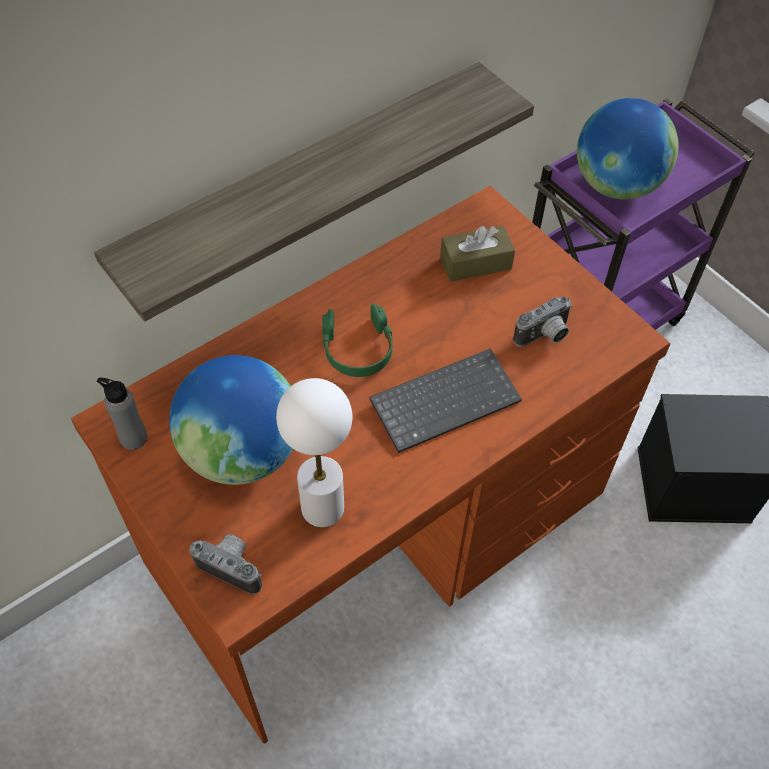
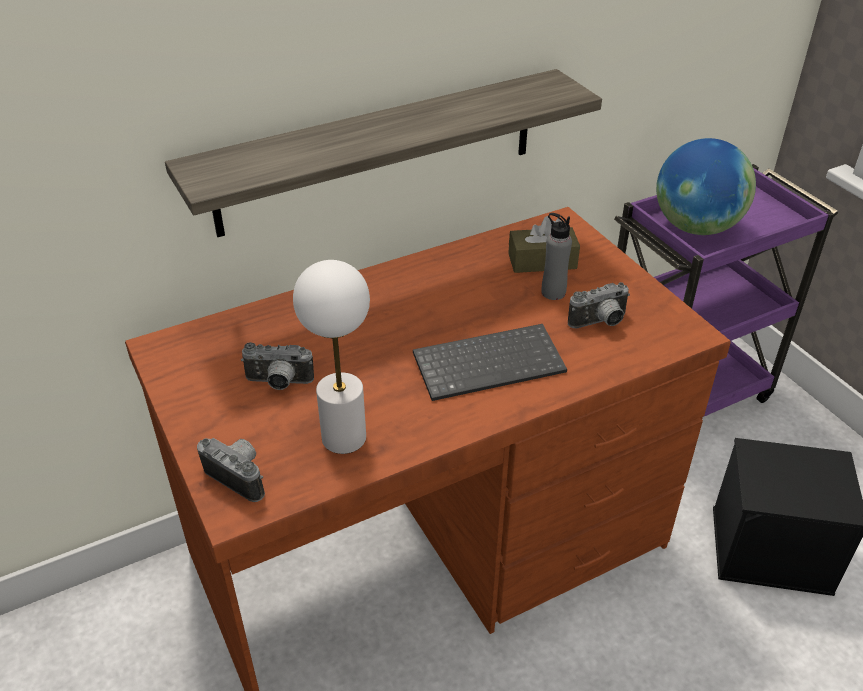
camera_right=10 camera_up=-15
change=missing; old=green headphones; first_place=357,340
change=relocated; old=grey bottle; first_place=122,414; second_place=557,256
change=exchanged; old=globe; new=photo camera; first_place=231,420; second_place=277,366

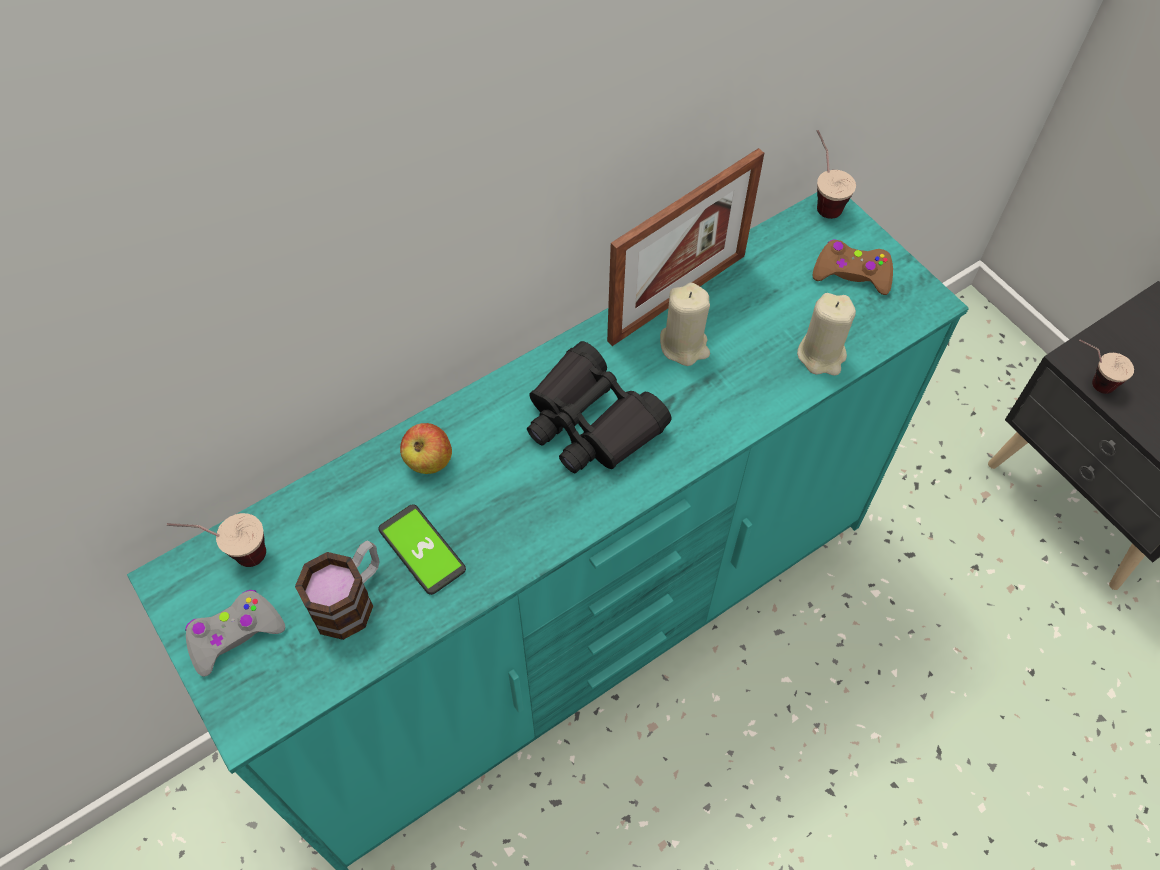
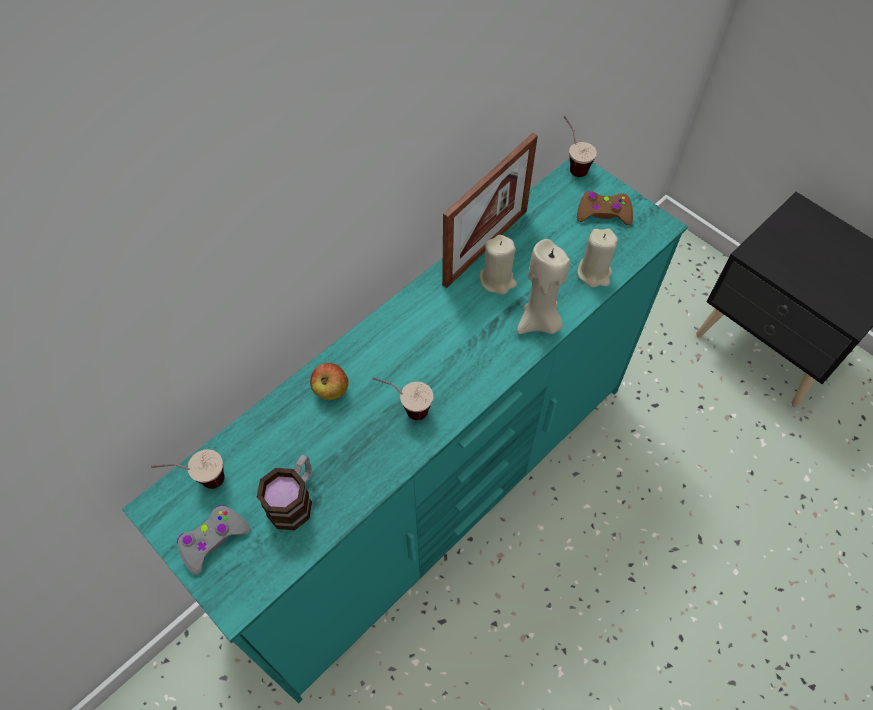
camera_right=-10 camera_up=0
change=missing; old=phone; first_place=422,549
change=missing; old=black binoculars; first_place=599,407
change=appeared; new=beige candle; second_place=543,286
change=relocated; old=cup; first_place=1106,367; second_place=402,398

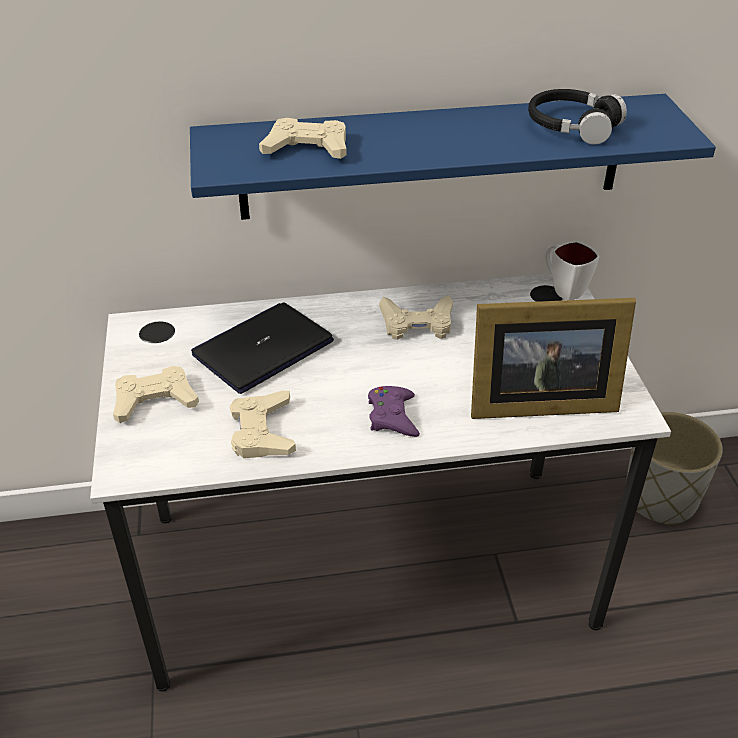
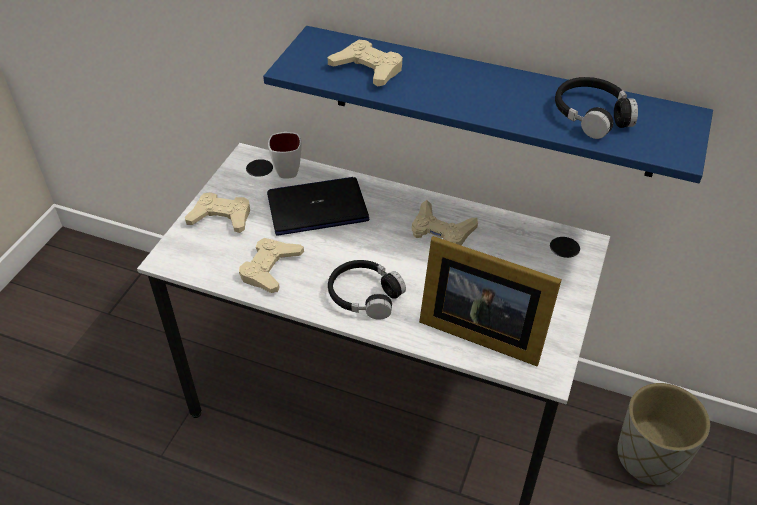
camera_right=30 camera_up=5
change=relocated; old=white mug; first_place=572,270; second_place=285,155
change=exchanged; old=purple game controller; new=black headphones; first_place=394,411; second_place=367,290

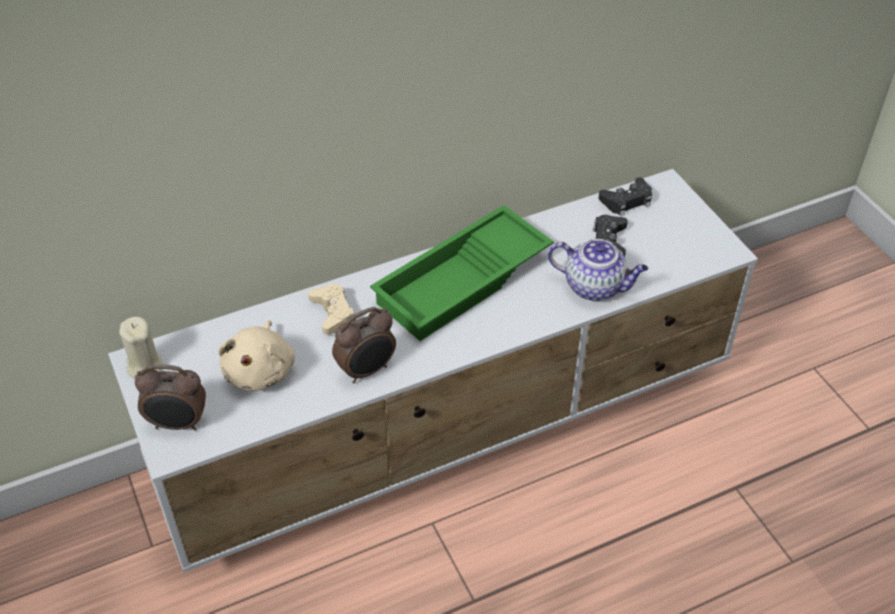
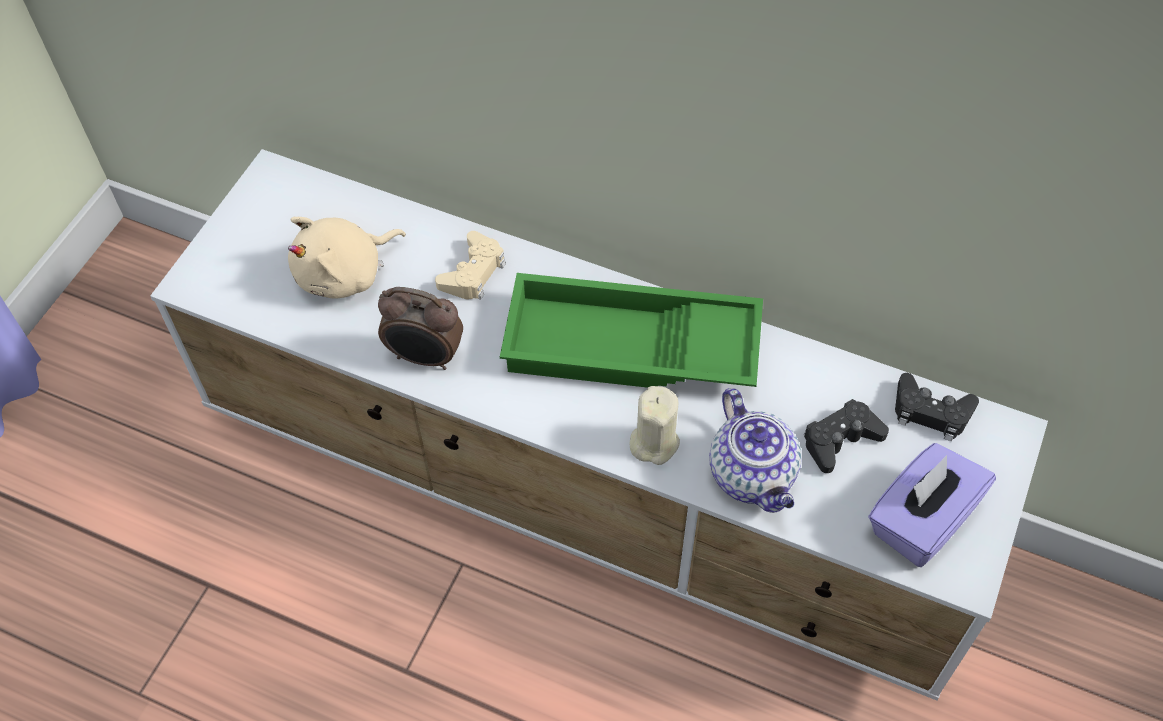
camera_right=50 camera_up=10
change=missing; old=alarm clock; first_place=170,398
change=appeared; new=purple tissue box; second_place=932,505
change=relocated; old=beige candle; first_place=140,348; second_place=655,425

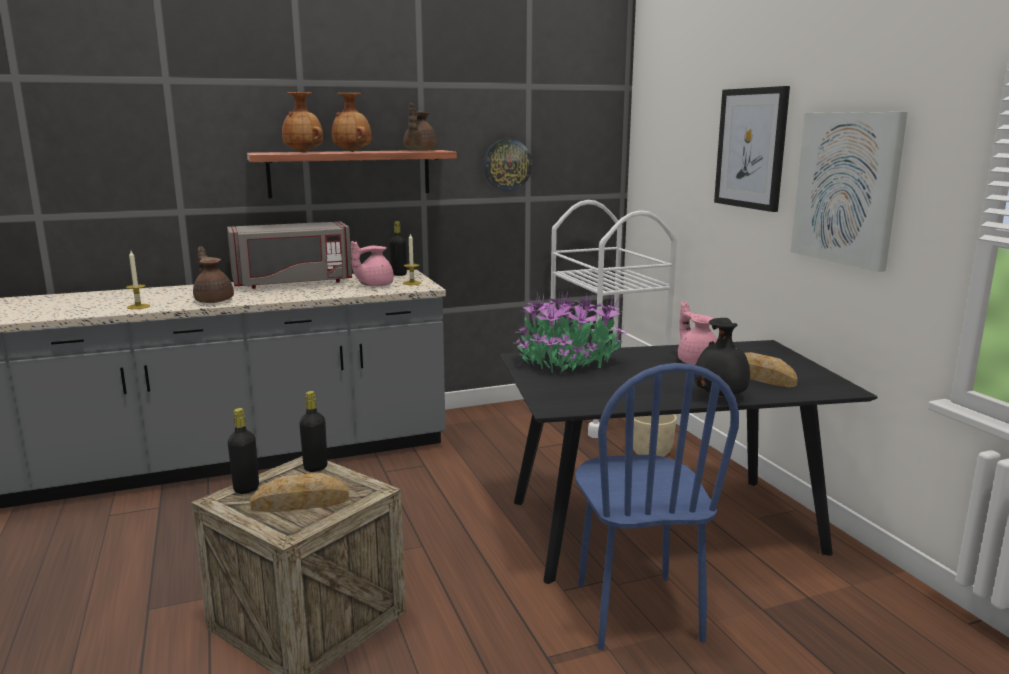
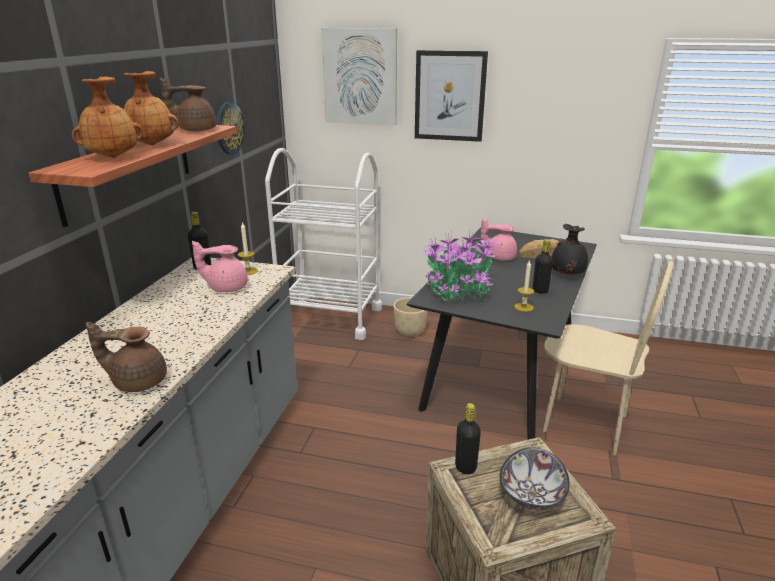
camera_right=-55 camera_up=10
change=missing; old=grey microwave; first_place=289,255
change=relocated; old=candle; first_place=138,280; second_place=524,286
change=relocated; old=black bottle; first_place=243,451; second_place=543,266
change=relocated; old=picture; first_place=849,192; second_place=359,76
change=exchanged; old=bread; new=bowl; first_place=299,492; second_place=534,478
change=colour; old=blue chair; new=beige chair; first_place=657,506; second_place=608,358
change=spun; old=pink teapot; first_place=372,264; second_place=220,266; degrees=90
change=spun; old=brown teapot; first_place=420,127; second_place=188,104; degrees=120

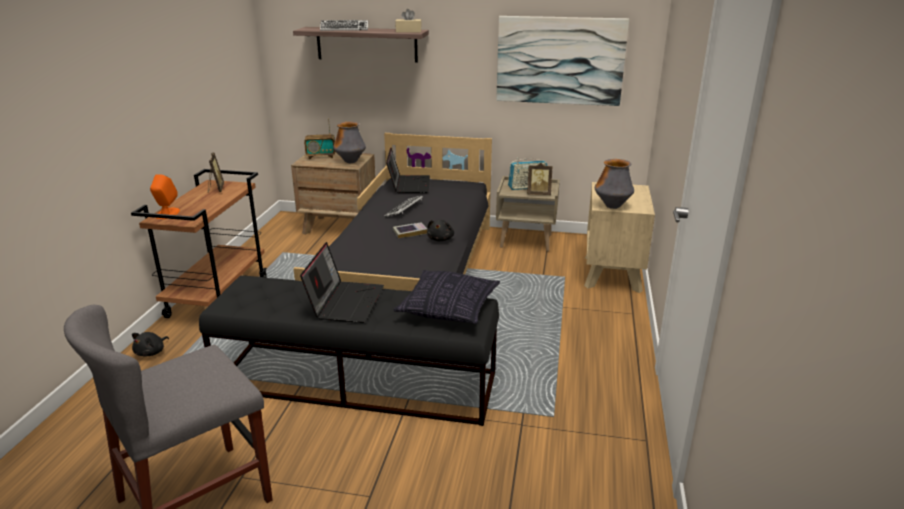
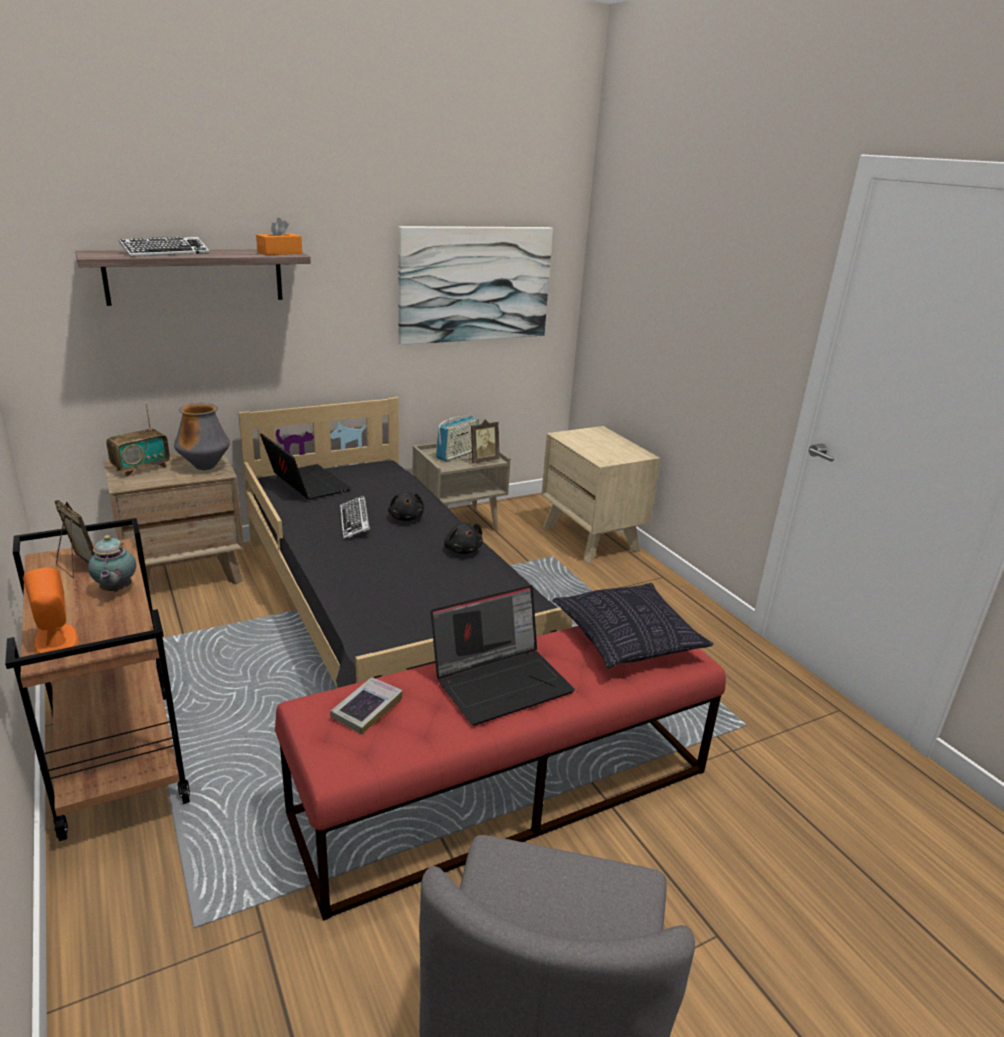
camera_right=-40 camera_up=0
change=missing; old=vase; first_place=614,184
change=appeared; new=teapot; second_place=112,563
change=relocated; old=black plush toy; first_place=150,344; second_place=406,506
change=relocated; old=book; first_place=410,230; second_place=366,706
change=colour; old=black bench; new=red bench; first_place=349,350; second_place=500,773
change=colour; old=beige tissue box; new=orange tissue box; first_place=408,20; second_place=279,236
change=spun; old=laptop; first_place=342,282; second_place=502,655; degrees=90

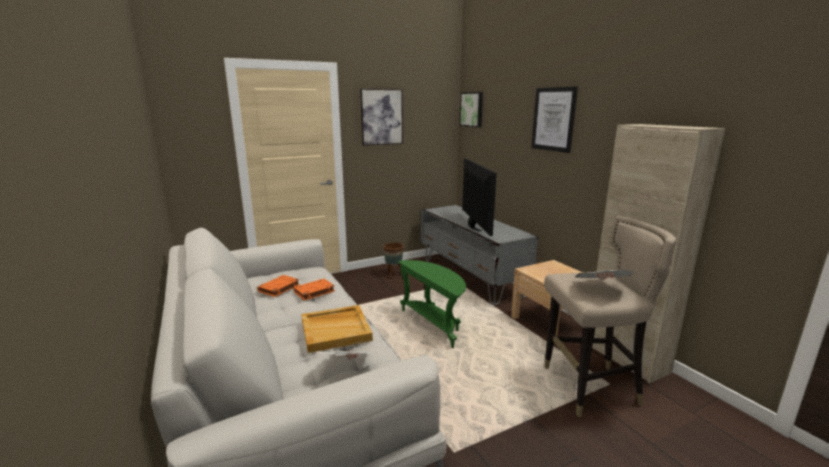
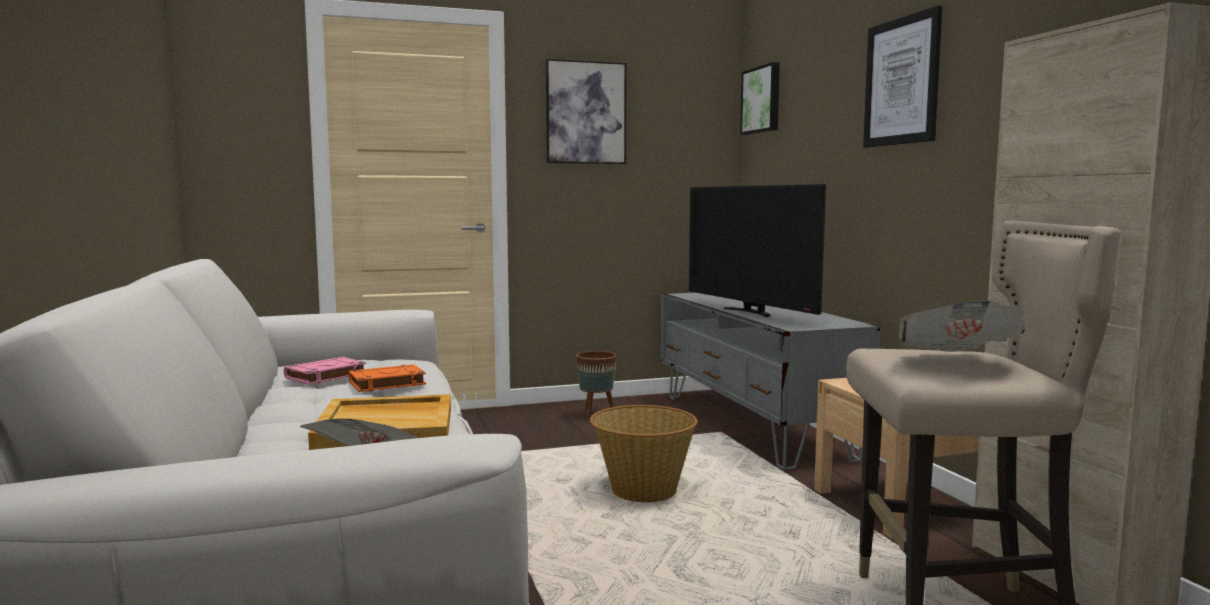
camera_right=10 camera_up=-10
change=exchanged; old=green side table; new=basket; first_place=432,304; second_place=643,453
change=colour; old=orange book; new=pink book; first_place=278,286; second_place=325,371
change=spun; old=television; first_place=479,197; second_place=757,250; degrees=150

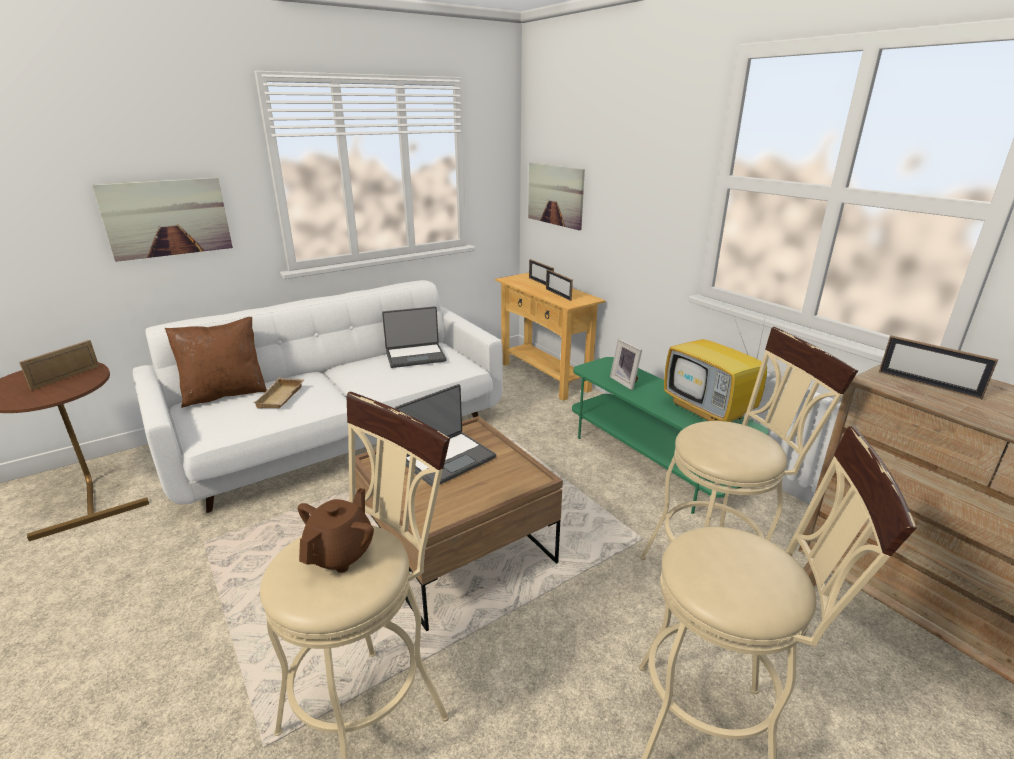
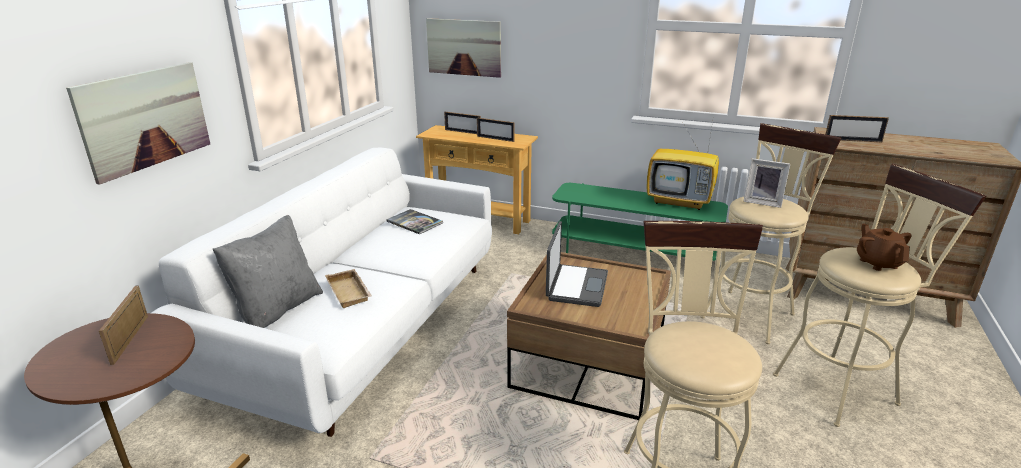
camera_right=-35 camera_up=0
change=relocated; old=brown teapot; first_place=336,530; second_place=884,247
change=relocated; old=picture frame; first_place=626,364; second_place=766,183
change=exchanged; old=laptop; new=book; first_place=414,337; second_place=414,221
change=colour; old=brown pillow; new=grey pillow; first_place=216,362; second_place=268,271

